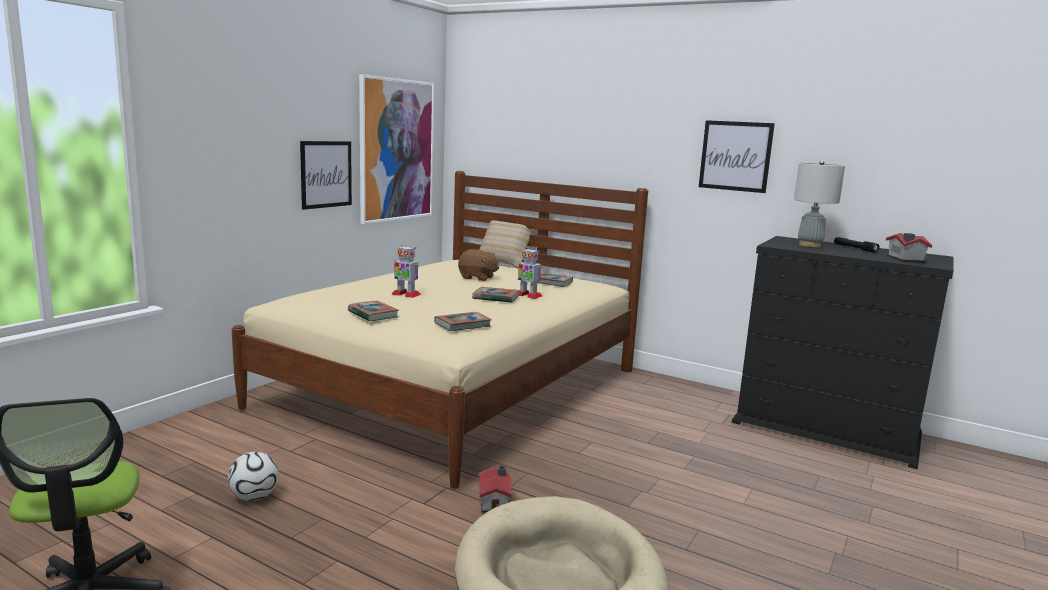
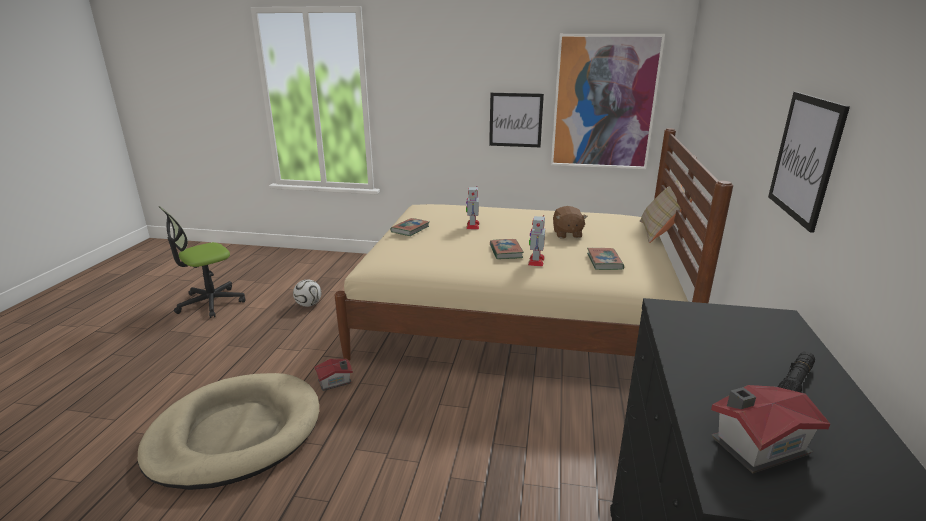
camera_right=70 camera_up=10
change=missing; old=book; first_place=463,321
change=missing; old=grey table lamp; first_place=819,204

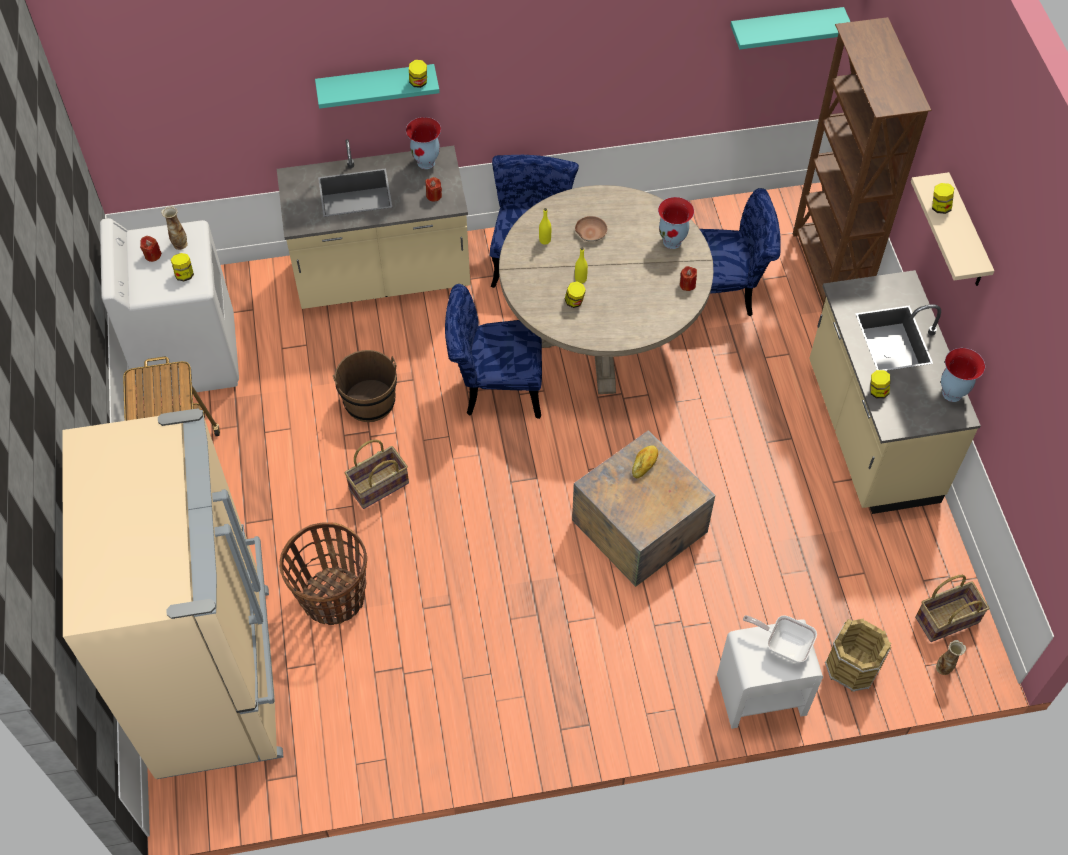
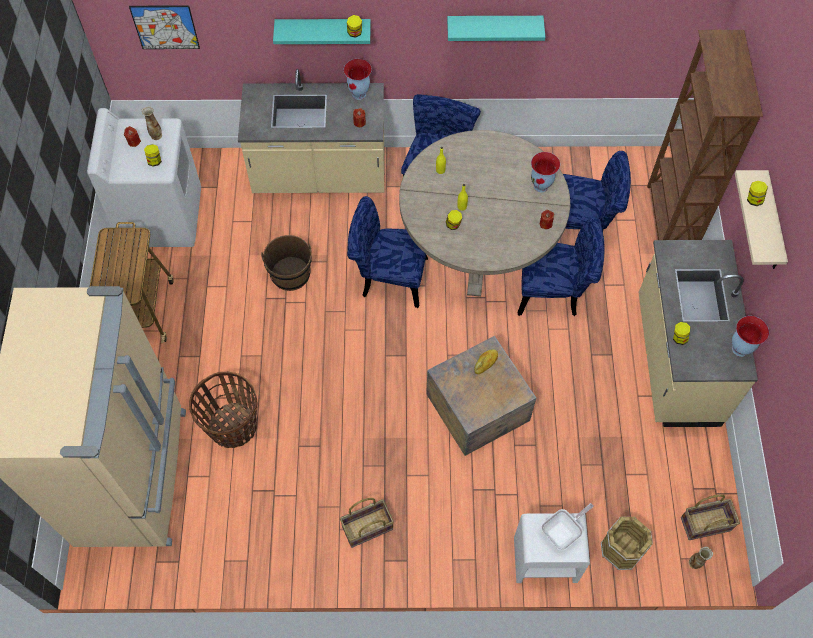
camera_right=10 camera_up=5
change=missing; old=brown bowl; first_place=591,229
change=appeared; new=picture; second_place=164,27
change=appeared; new=blue chair; second_place=561,266
change=relocated; old=basket; first_place=377,474; second_place=367,523
change=relocated; old=turquoise shelf; first_place=790,28; second_place=496,28
change=spun; old=frying pan; first_place=780,639; second_place=567,526; degrees=105

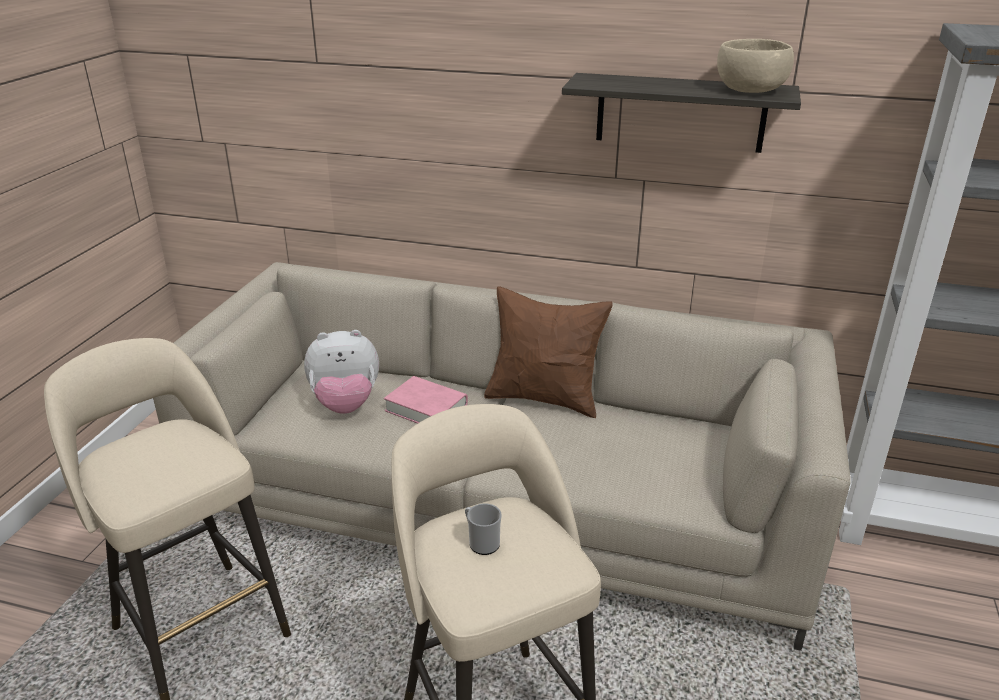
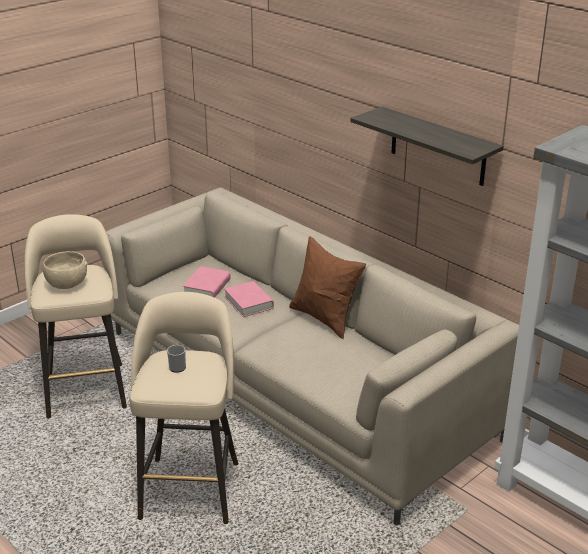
camera_right=30 camera_up=0
change=relocated; old=beige bowl; first_place=755,66; second_place=65,270
change=exchanged; old=plush toy; new=pink book; first_place=341,372; second_place=207,282

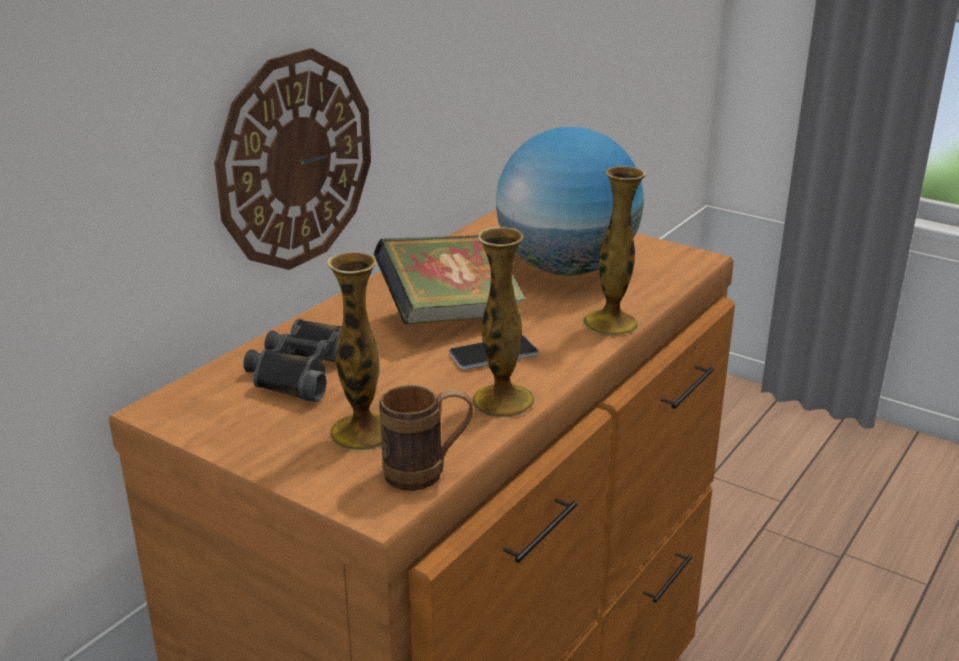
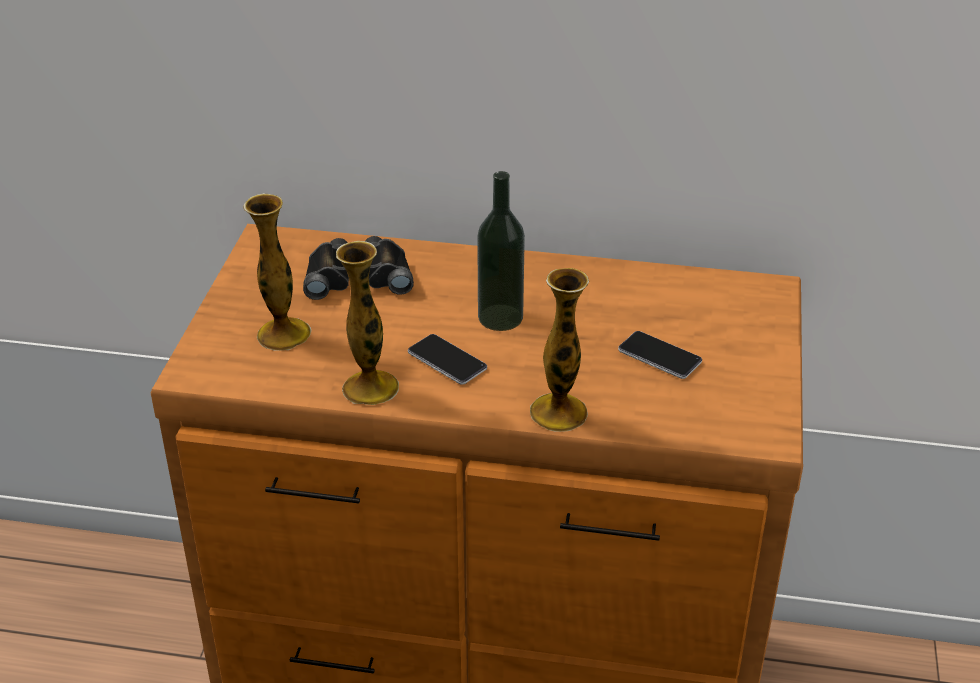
camera_right=65 camera_up=10
change=missing; old=wall clock; first_place=292,159
change=missing; old=brown mug; first_place=426,438
change=exchanged; old=book; new=bottle; first_place=450,279; second_place=501,251
change=exchanged; old=globe; new=phone; first_place=570,201; second_place=660,355

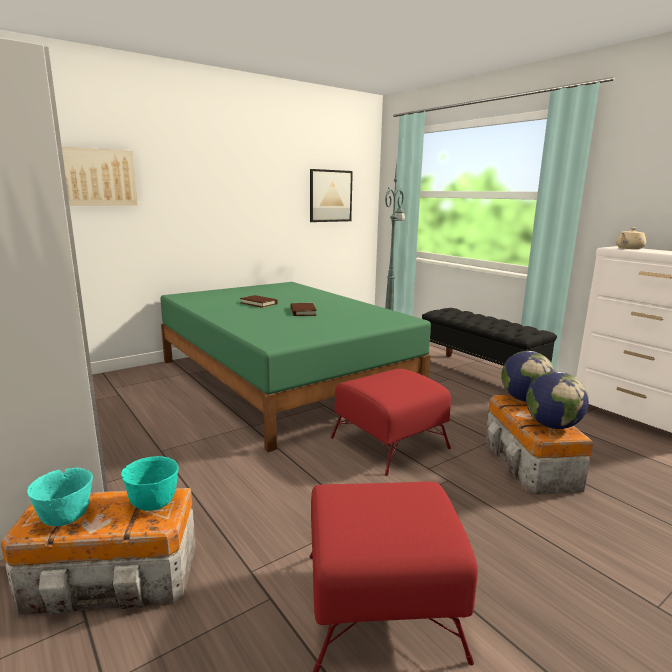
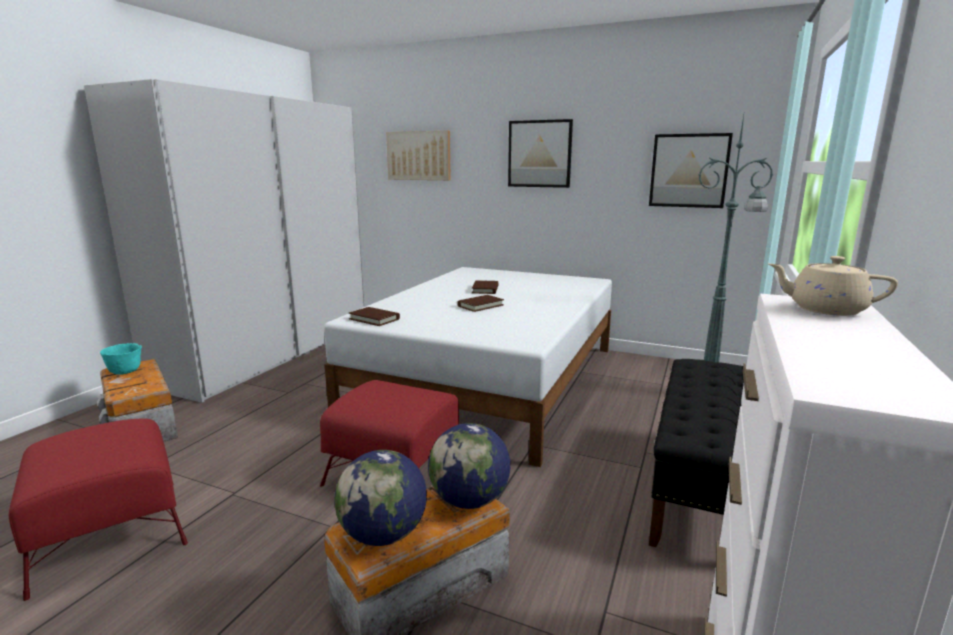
camera_right=60 camera_up=0
change=missing; old=turquoise bowl; first_place=149,483
change=appeared; new=brown book; second_place=374,316
change=appeared; new=picture; second_place=540,153
change=colour; old=green bed; new=white bed; first_place=295,367; second_place=468,367

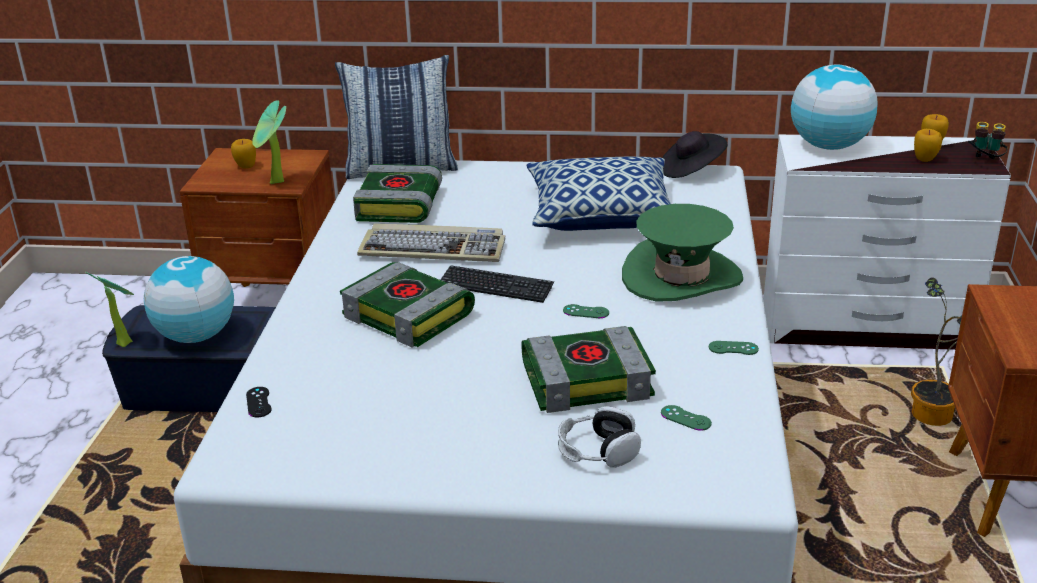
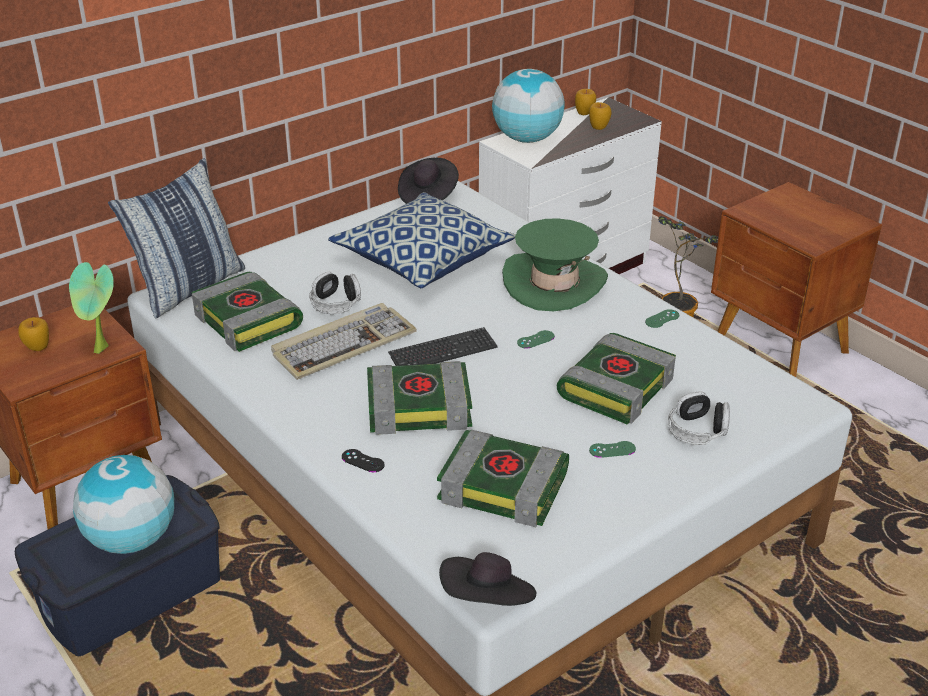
camera_right=-45 camera_up=5
change=missing; old=potted plant; first_place=109,309
change=missing; old=binoculars; first_place=988,140
change=appeared; new=headphones; second_place=335,292
change=appeared; new=book; second_place=503,478
change=appeared; new=black hat; second_place=487,579
change=relocated; old=black game controller; first_place=259,402; second_place=363,460
change=relocated; old=green game controller; first_place=686,418; second_place=612,449

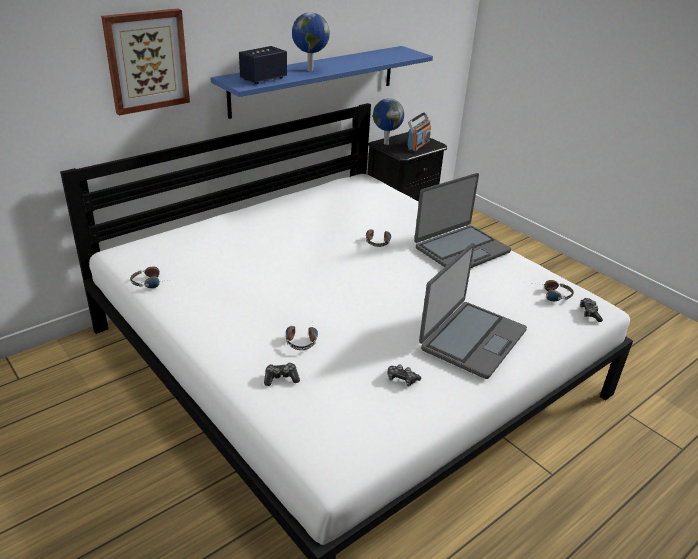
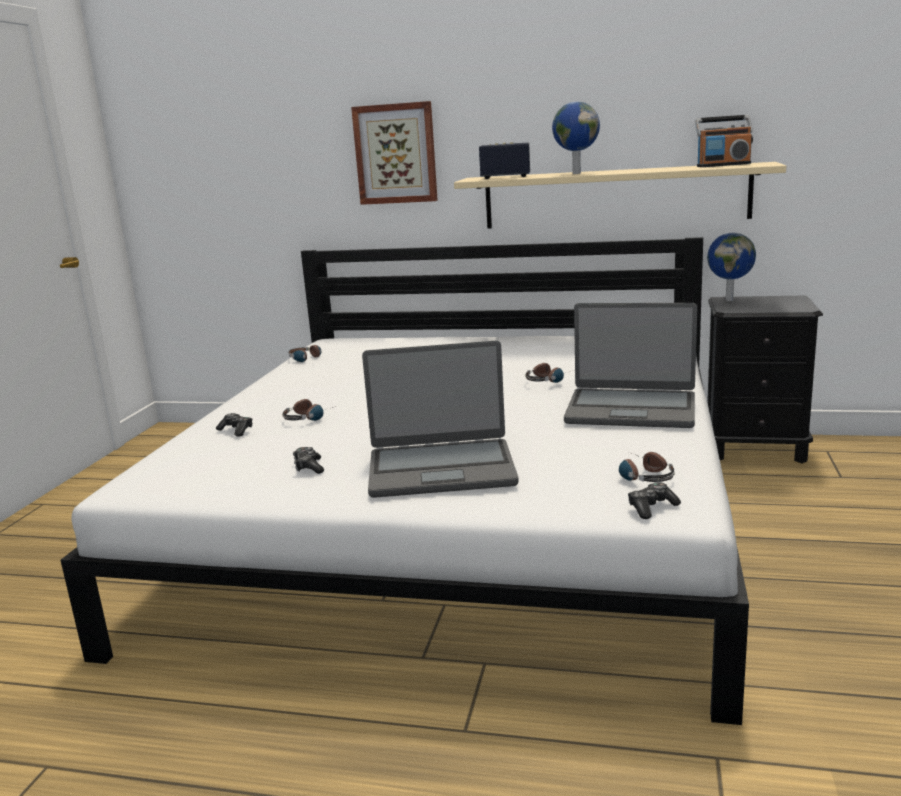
camera_right=55 camera_up=-15
change=relocated; old=radio; first_place=419,132; second_place=724,141
change=colour; old=blue shelf; new=beige shelf; first_place=322,82; second_place=620,195

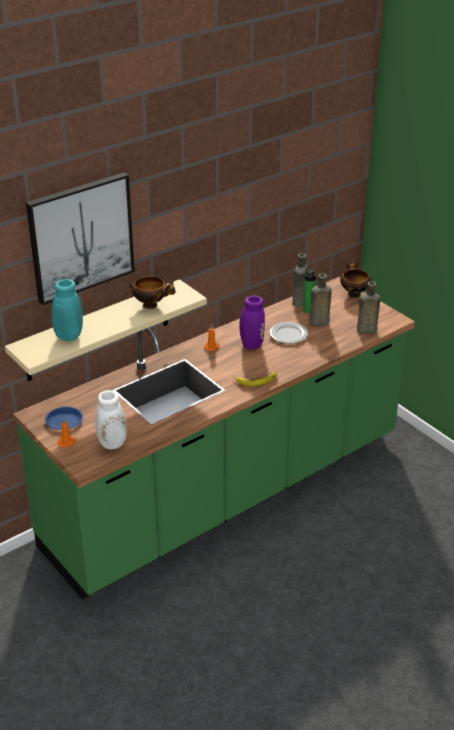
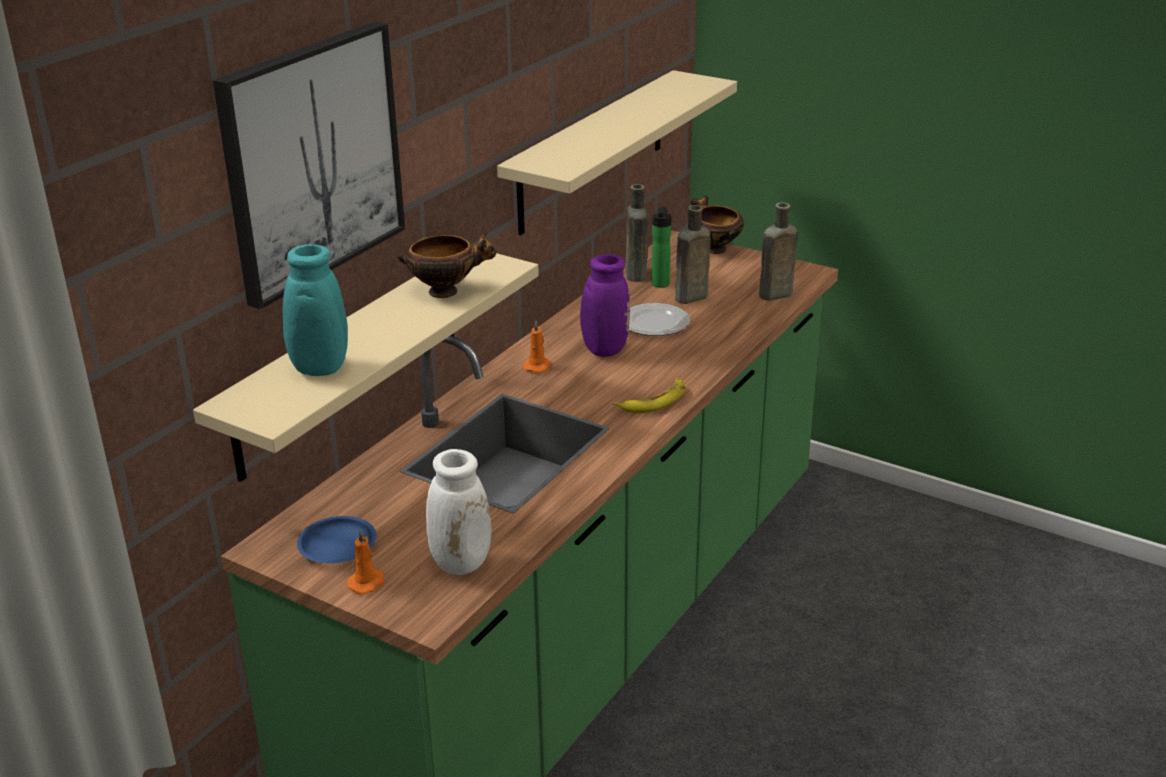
camera_right=-20 camera_up=-5
change=appeared; new=beige shelf; second_place=617,152

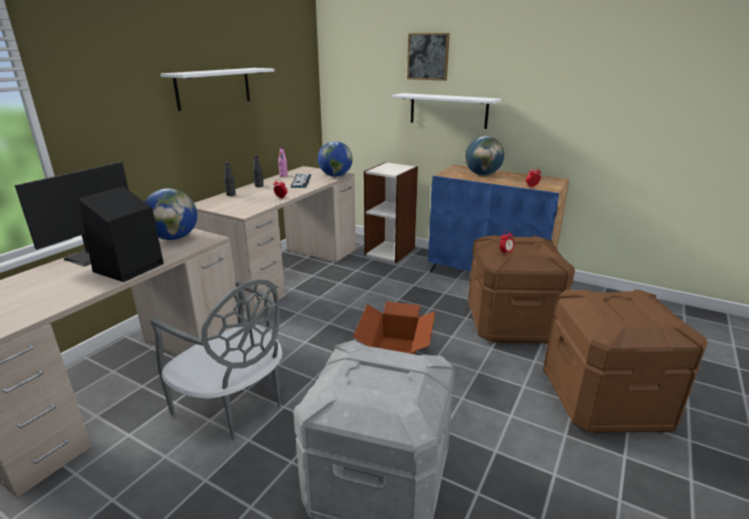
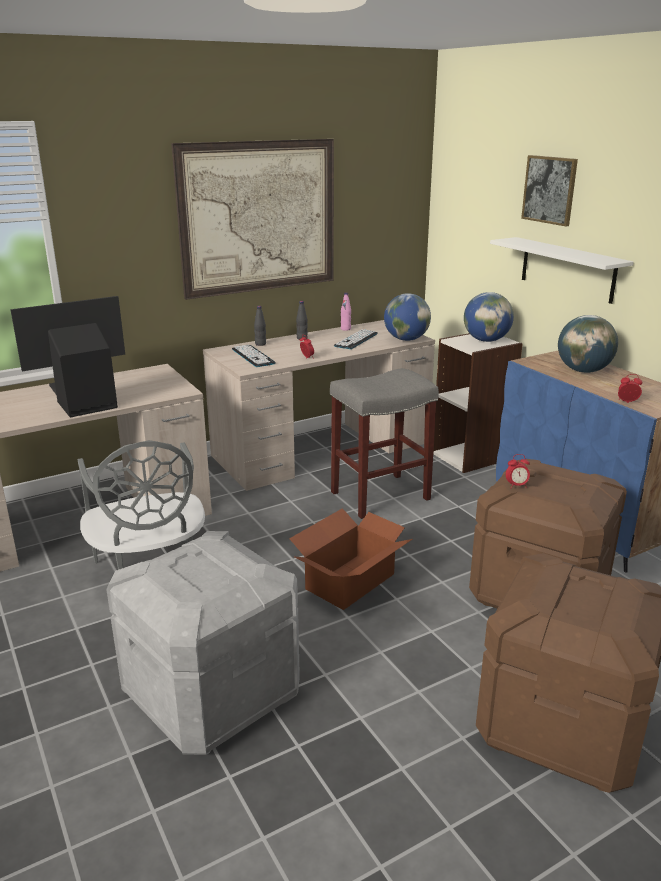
camera_right=30 camera_up=0
change=appeared; new=keyboard; second_place=254,355
change=appeared; new=grey stool; second_place=384,443
change=relocated; old=globe; first_place=171,214; second_place=489,317
change=exchanged; old=white shelf; new=picture; first_place=217,89; second_place=252,219

